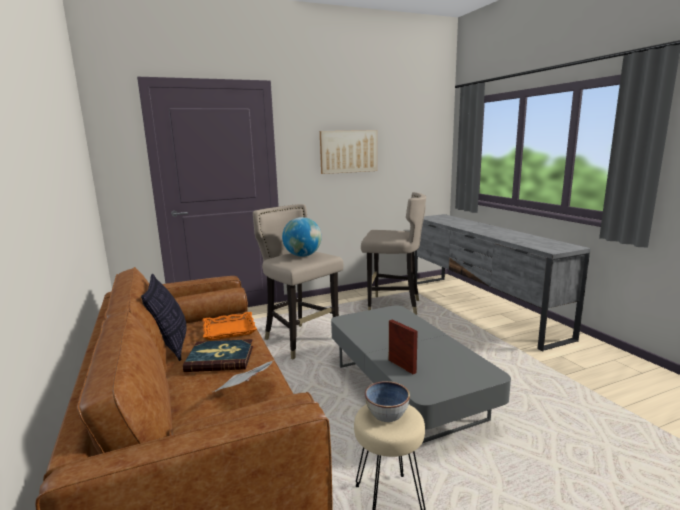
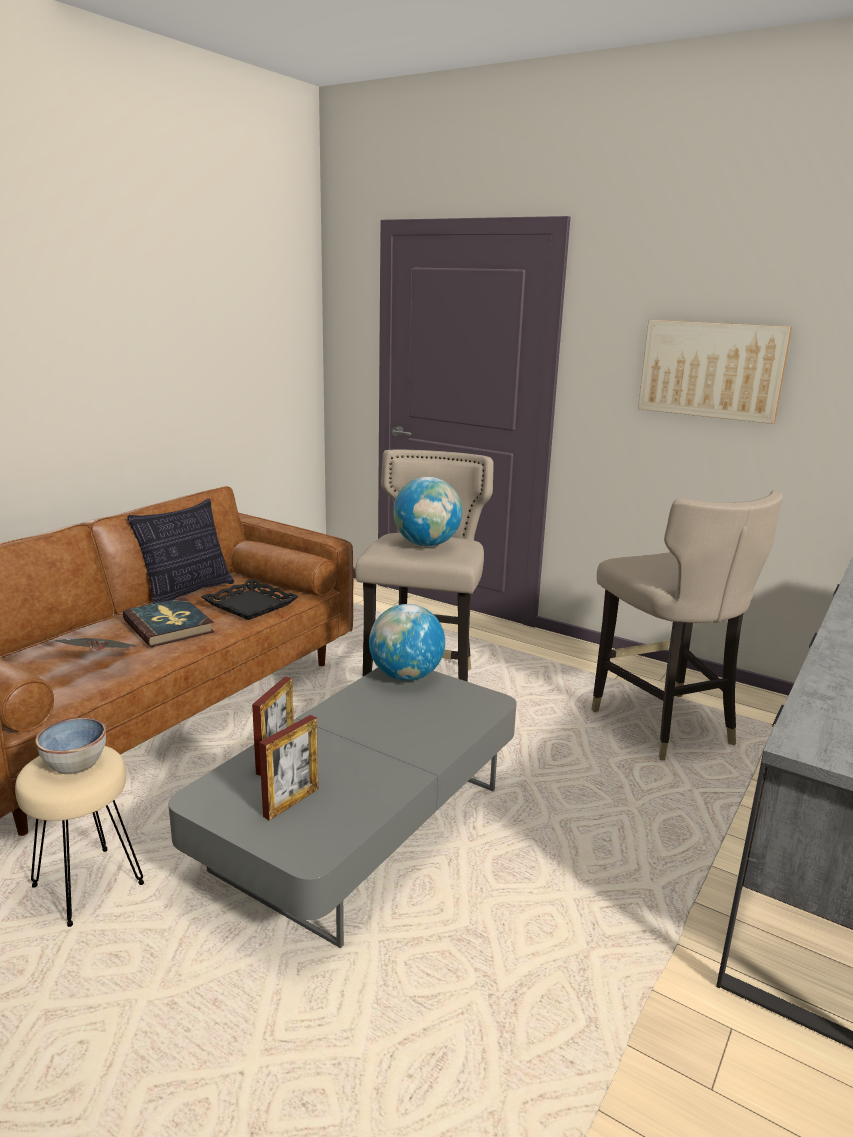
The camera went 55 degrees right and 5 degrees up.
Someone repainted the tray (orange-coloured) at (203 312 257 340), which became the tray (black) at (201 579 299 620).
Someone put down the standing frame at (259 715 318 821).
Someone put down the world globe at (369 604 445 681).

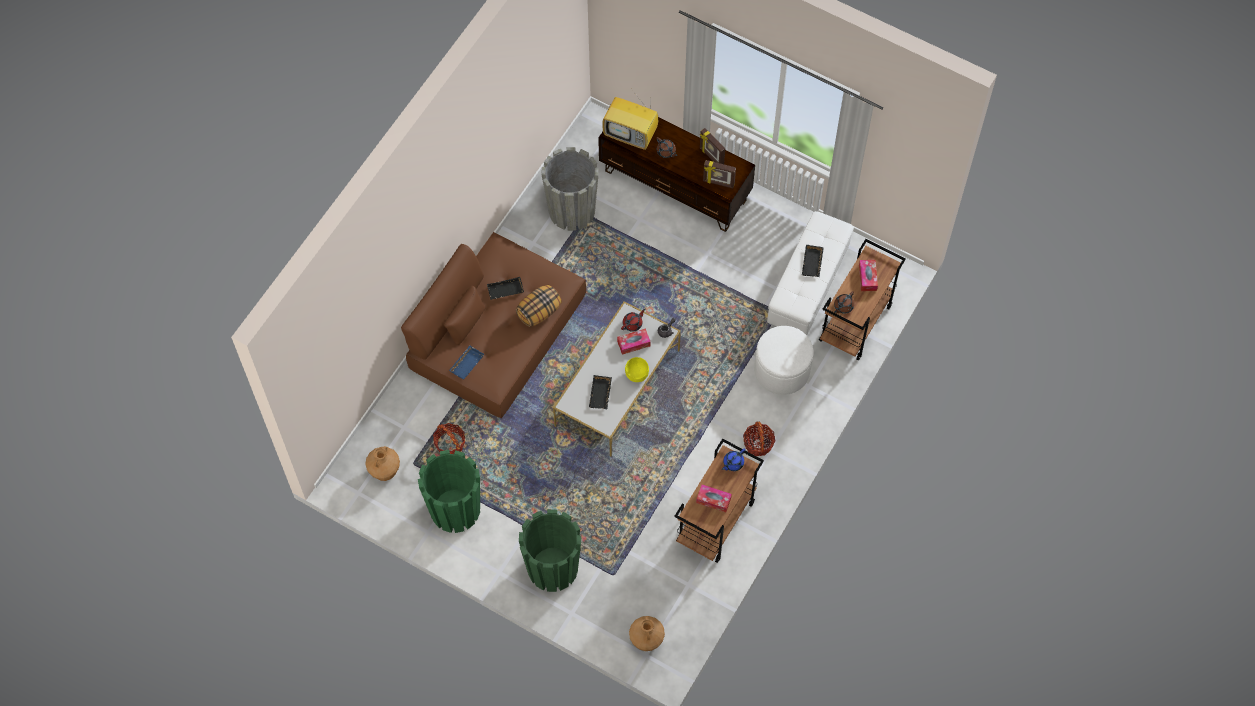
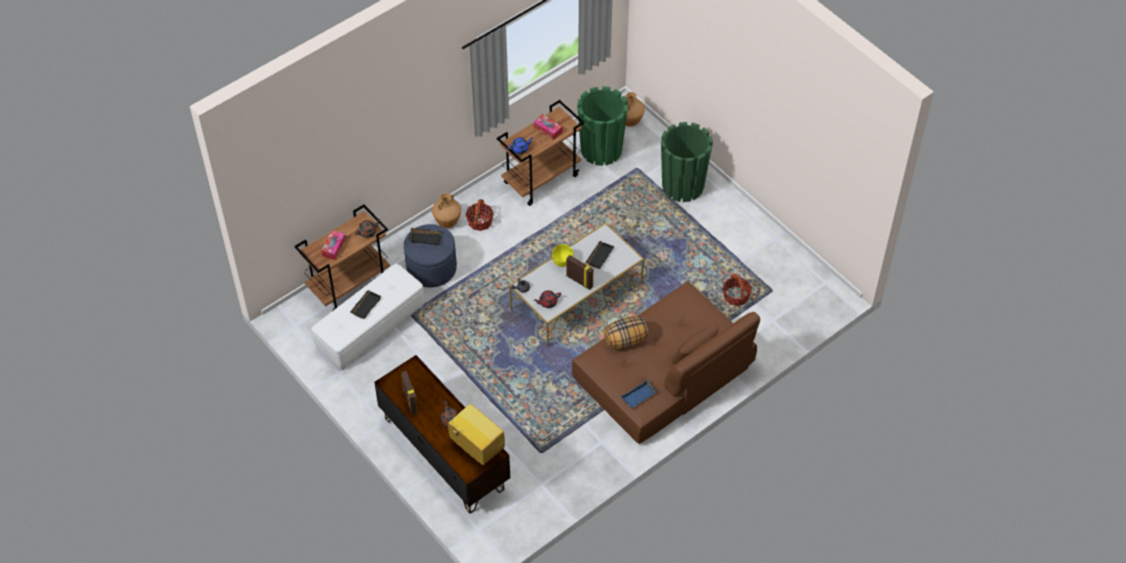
The camera went 160 degrees left and 10 degrees down.
Someone repainted the pouffe (white-coloured) at (754 326 813 395), which became the pouffe (bluish) at (404 224 457 287).
Someone carried the tray (black) from (487 277 524 300) to (409 228 442 245).
Someone carried the vase (brown-coloured) from (365 446 400 481) to (432 193 461 228).
Someone carried the standing frame from (703 160 736 188) to (566 255 594 290).
Someone carried the flower pot (green) from (418 450 480 533) to (577 86 628 166).
Someone carried the tray (bluish) from (449 346 484 380) to (621 380 658 409).
Someone took away the flower pot (grey) at (542 147 599 231).
Someone took away the box of tissues at (617 328 651 355).

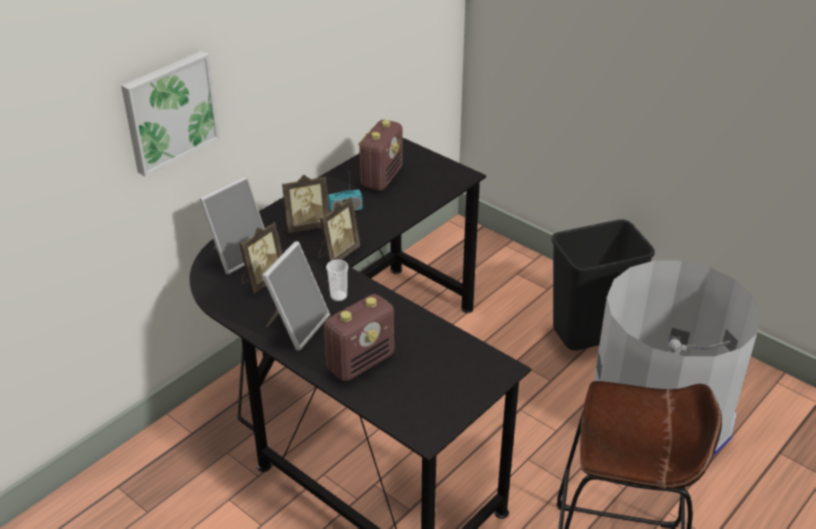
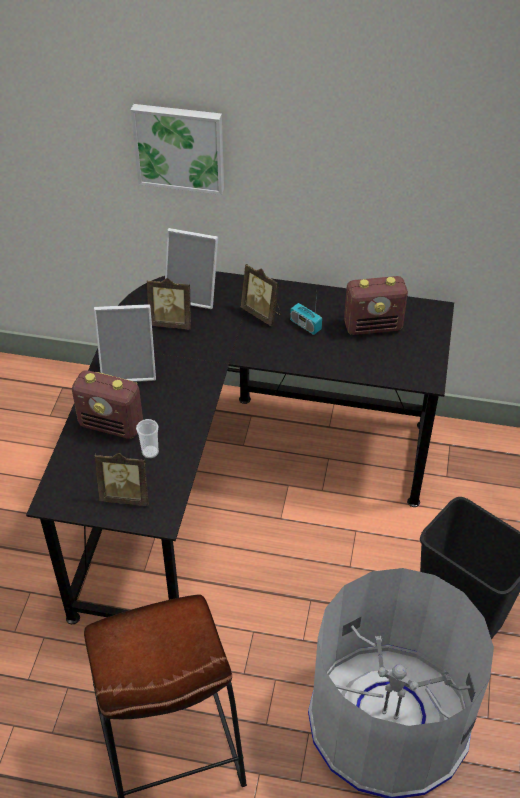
The camera went 60 degrees right and 10 degrees up.
Someone carried the standing frame from (318 197 360 263) to (95 453 148 506).
Someone carried the small cup from (326 259 348 301) to (136 419 159 458).

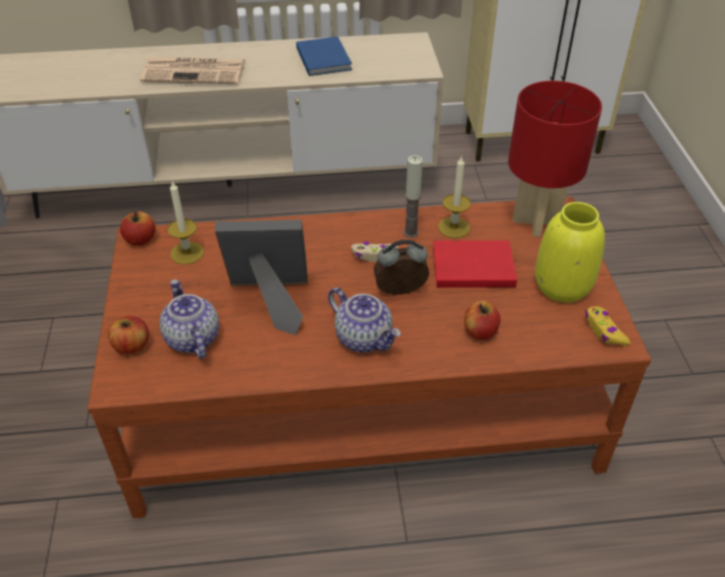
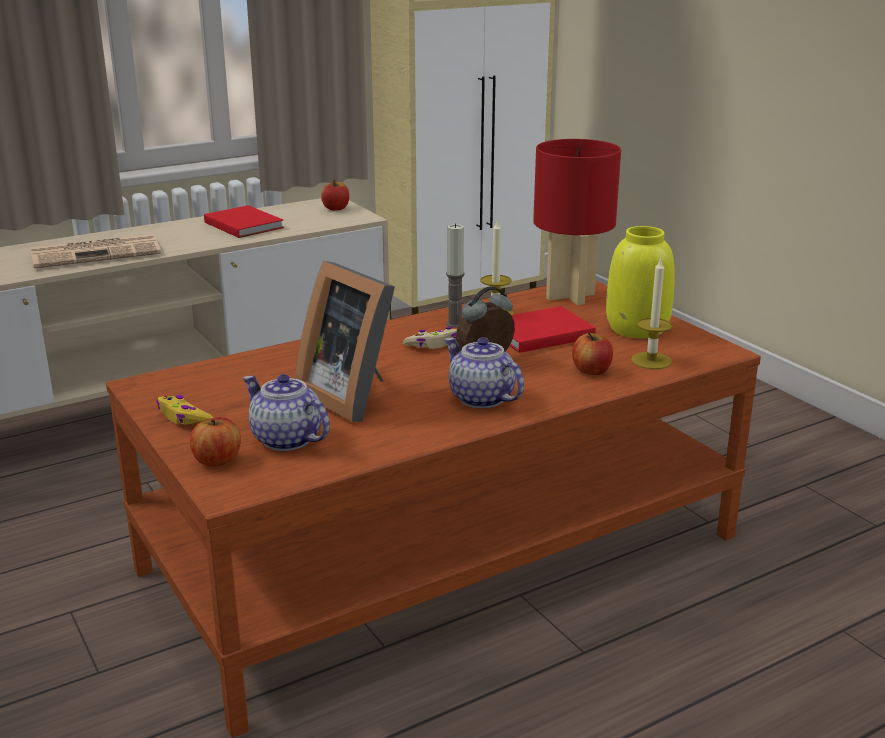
The camera went 25 degrees left and 20 degrees down.
Someone carried the gamepad (yellow) from (585 306 630 346) to (156 395 214 424).
Someone repainted the book (bluish) at (296 36 352 76), which became the book (reddish) at (204 205 284 238).
Someone rotated the standing frame at (215 220 308 335) by 105 degrees counterclockwise.
Someone carried the whole apple from (120 211 155 246) to (321 180 349 211).
Someone rotated the tea pot at (328 287 401 352) by 150 degrees counterclockwise.
Someone carried the wax candle from (167 181 204 265) to (631 258 672 369).

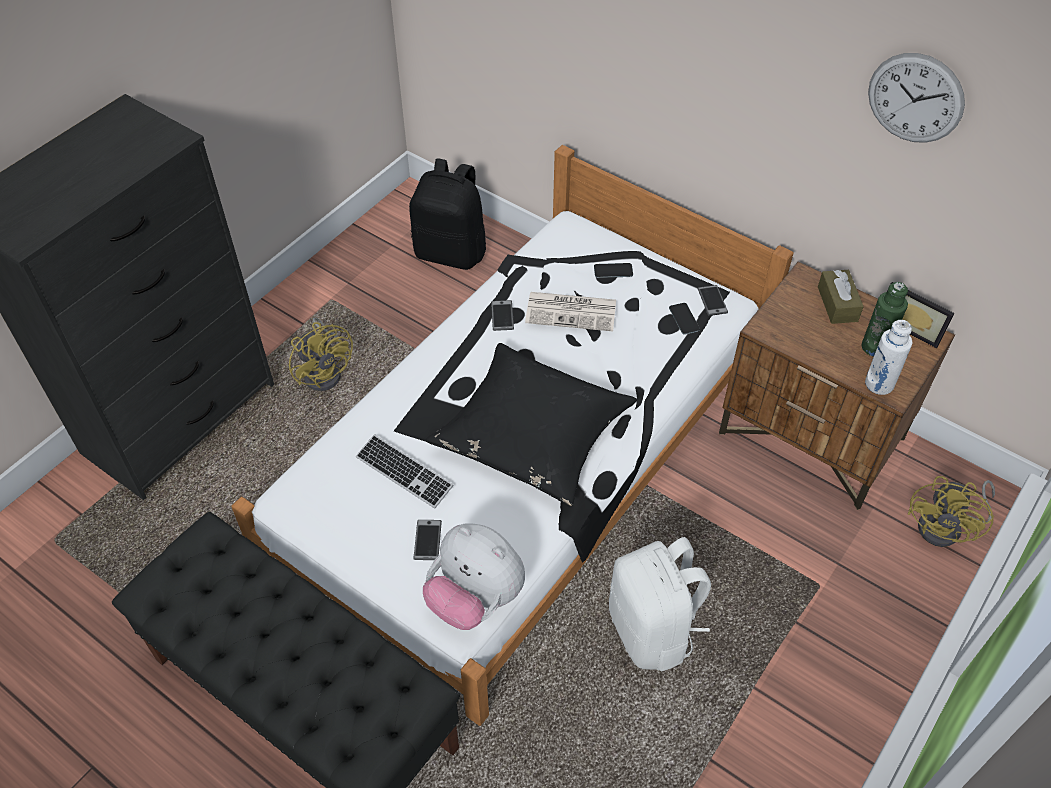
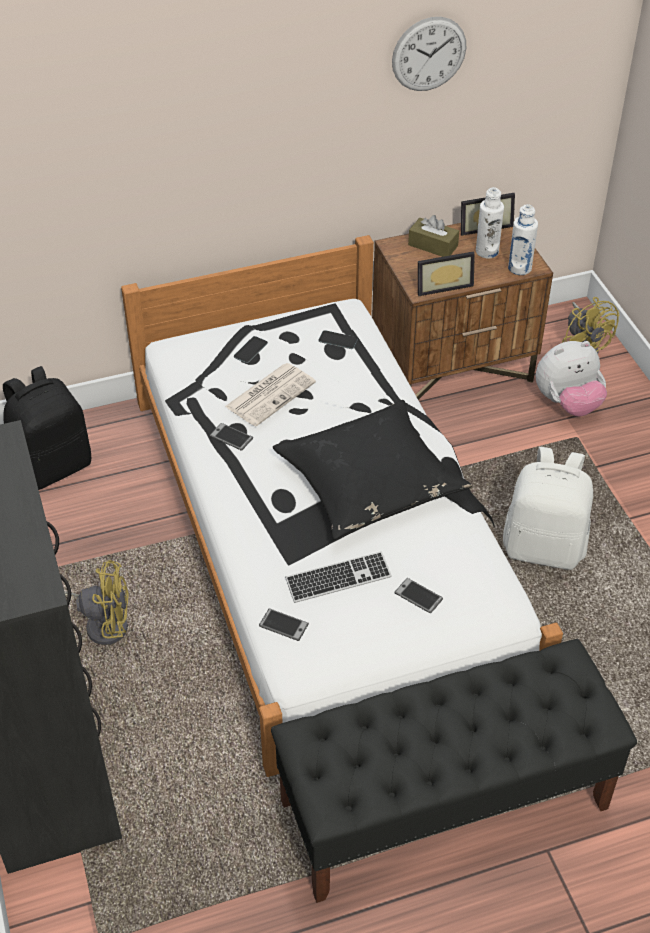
The camera went 55 degrees left and 5 degrees down.
Someone carried the handset from (698 285 728 316) to (259 608 309 641).
Someone put down the standing frame at (418 251 475 296).
Someone repainted the bottle (green) at (862 282 908 357), which became the bottle (white-coloured) at (476 187 504 258).
Someone carried the cuddly toy from (423 523 525 630) to (535 341 607 416).

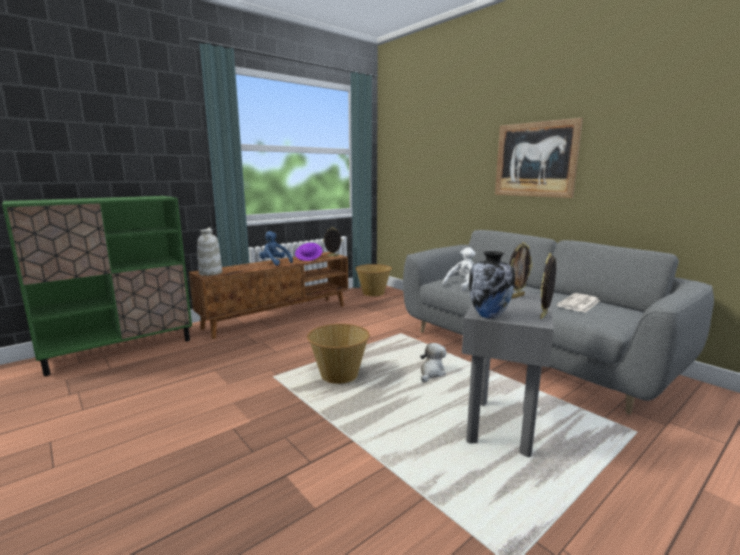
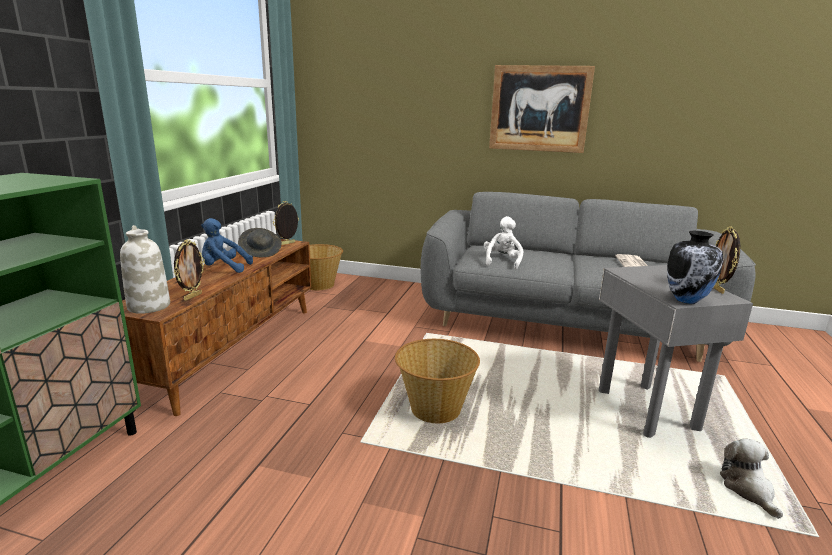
The camera went 35 degrees left and 5 degrees up.
Someone carried the standing frame from (509 242 533 299) to (174 239 205 301).
Someone repainted the hat (purple-coloured) at (295 243 323 261), which became the hat (grey) at (238 228 282 257).
Someone carried the cuddly toy from (420 343 446 382) to (720 439 783 519).

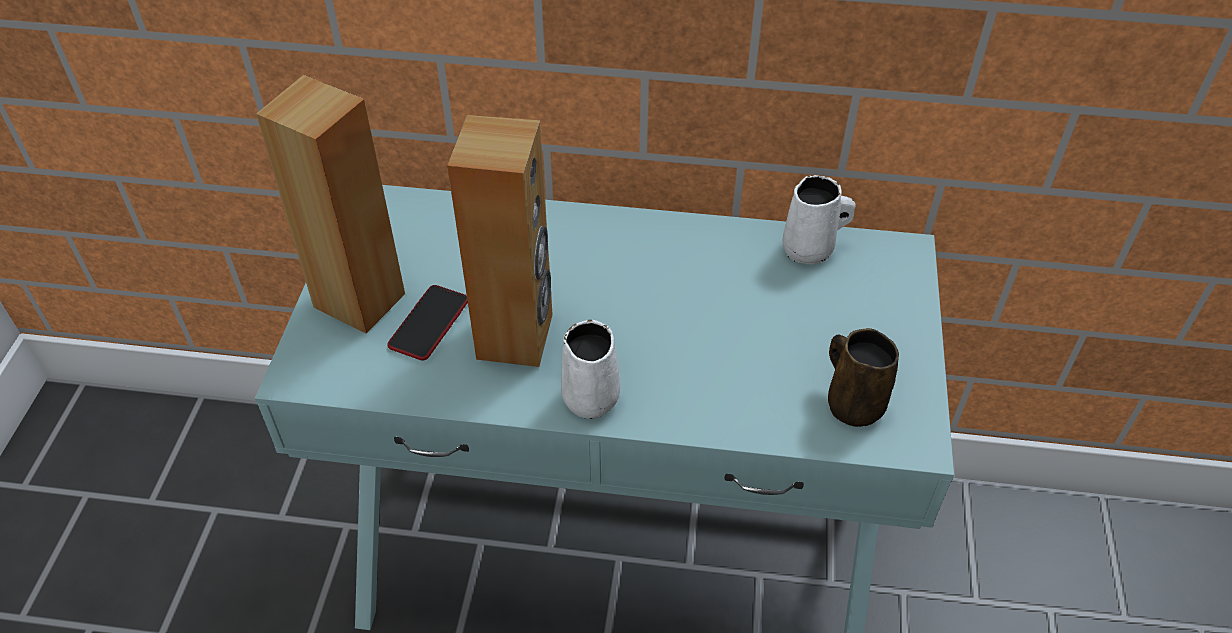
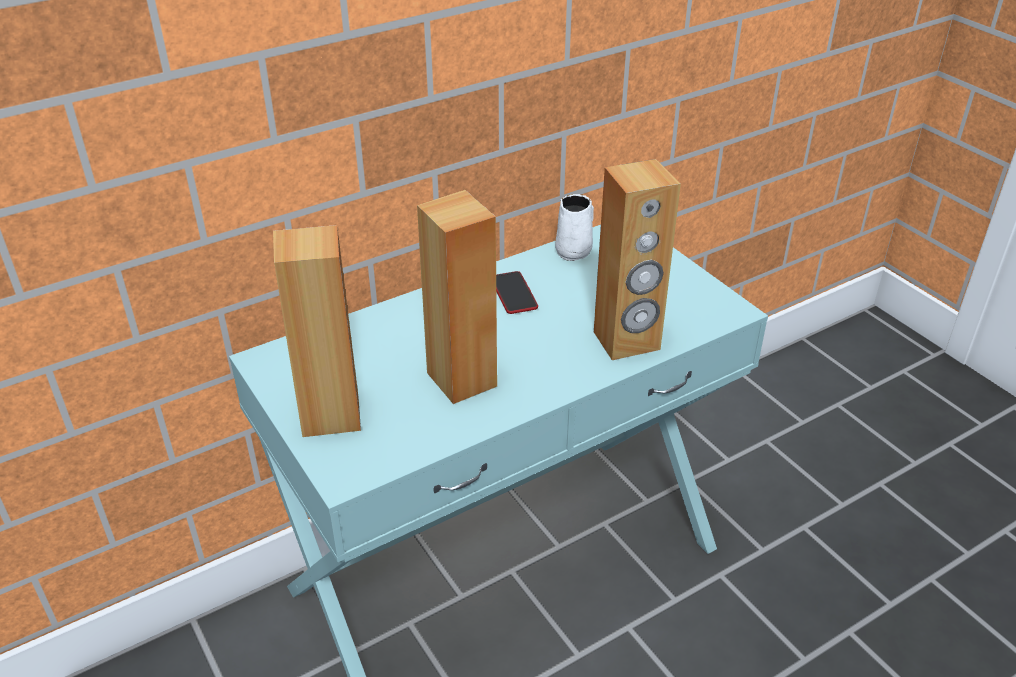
The camera went 40 degrees left and 10 degrees down.
Someone carried the handset from (387 285 468 360) to (496 271 538 314).
Someone put down the audio speaker (brown-coloured) at (594 159 681 360).
Someone took away the coffee mug (white-coloured) at (561 320 620 419).
Someone took away the coffee mug (brown-coloured) at (828 328 899 427).

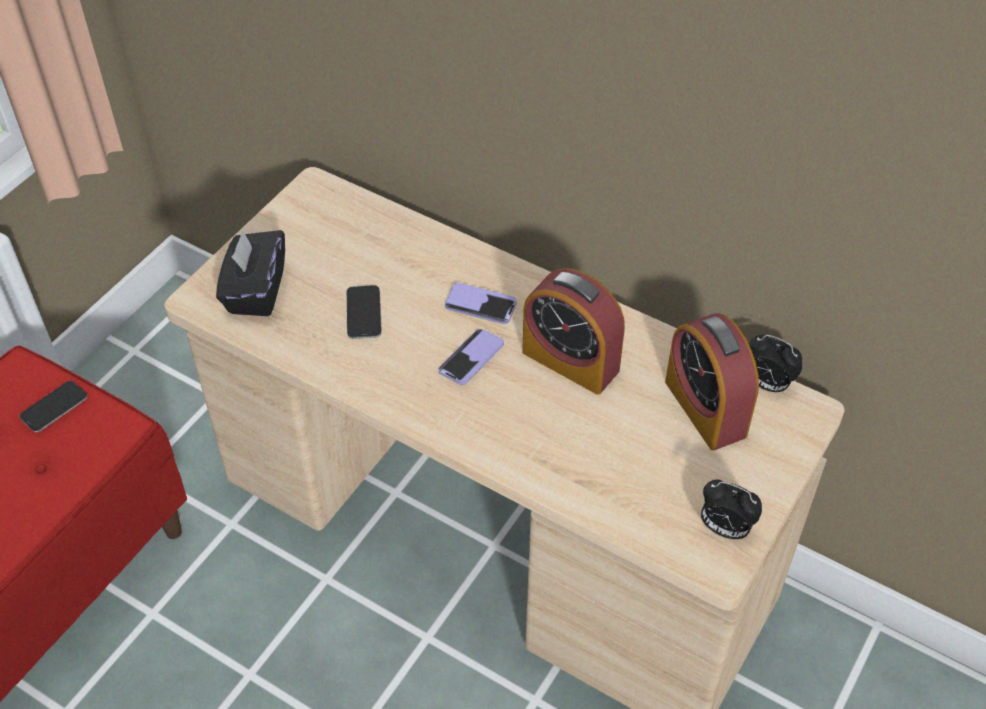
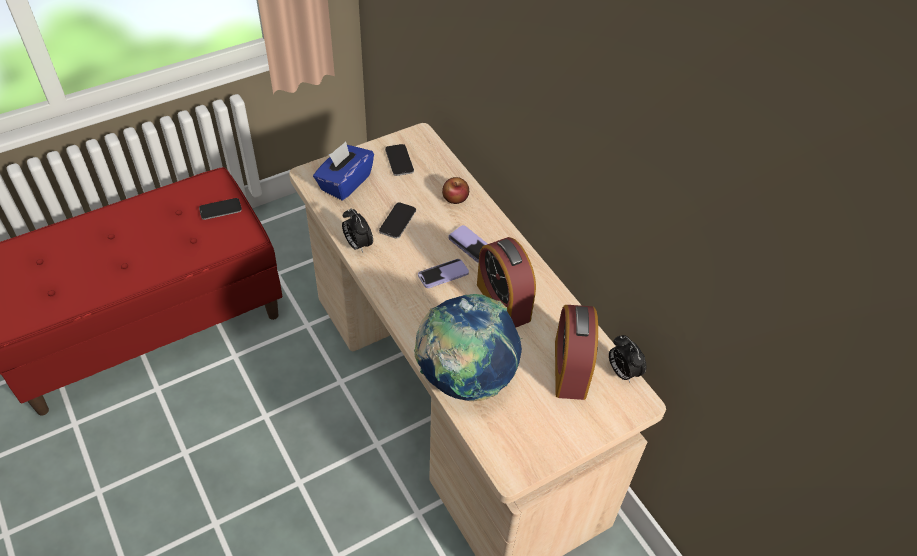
The camera went 25 degrees right and 0 degrees up.
Someone repainted the box of tissues (black) at (216 230 285 316), which became the box of tissues (bluish) at (313 141 374 201).
Someone carried the bedside clock from (701 479 762 539) to (342 208 373 252).
Someone put down the handset at (385 144 414 176).
Someone put down the world globe at (414 294 523 401).
Someone put down the whole apple at (442 177 469 204).

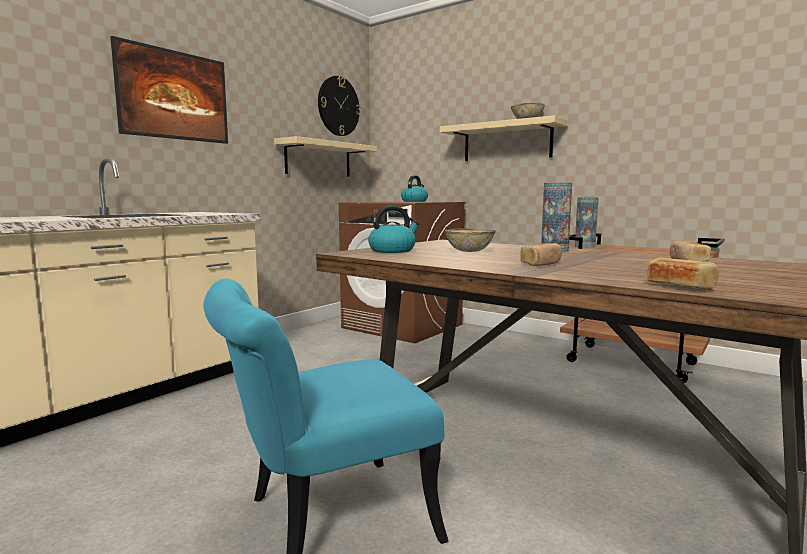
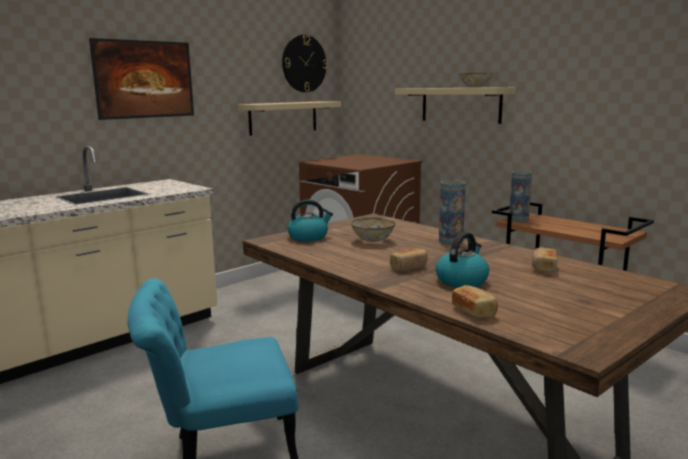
The camera went 10 degrees right and 5 degrees up.
Someone carried the water kettle from (401 175 428 202) to (435 232 489 288).

